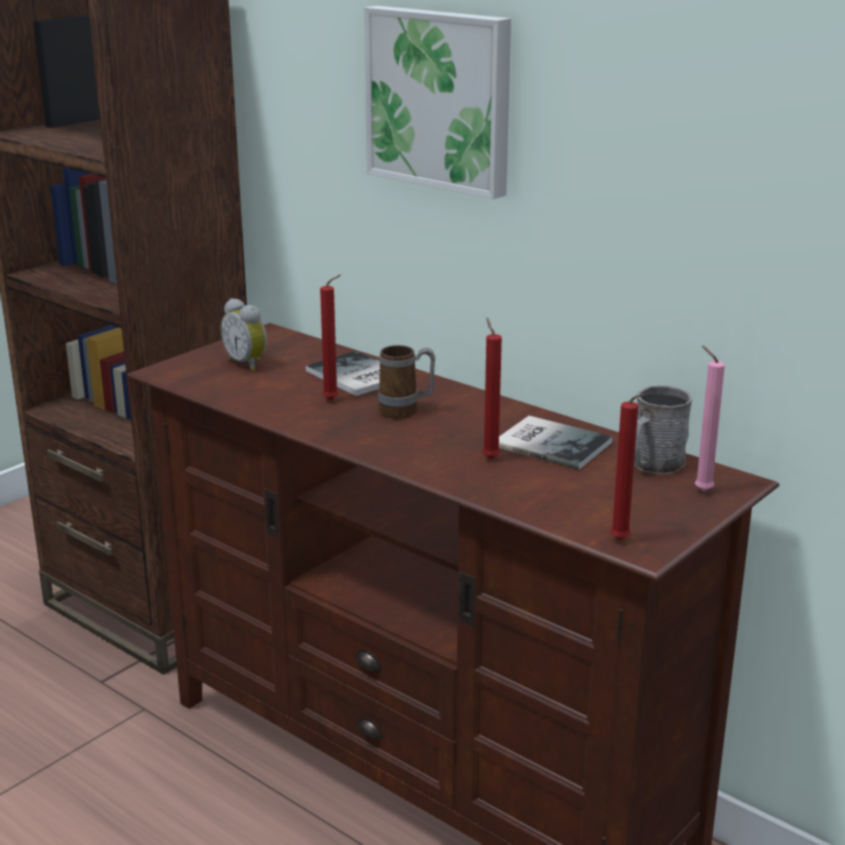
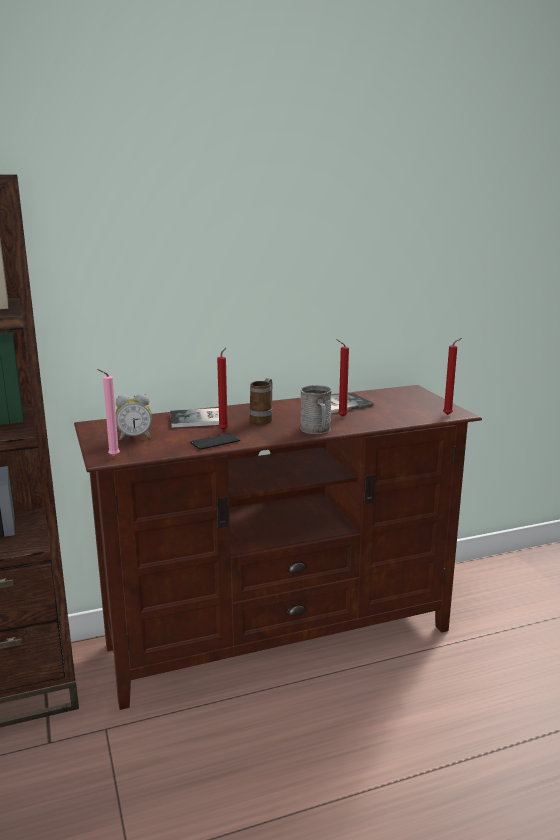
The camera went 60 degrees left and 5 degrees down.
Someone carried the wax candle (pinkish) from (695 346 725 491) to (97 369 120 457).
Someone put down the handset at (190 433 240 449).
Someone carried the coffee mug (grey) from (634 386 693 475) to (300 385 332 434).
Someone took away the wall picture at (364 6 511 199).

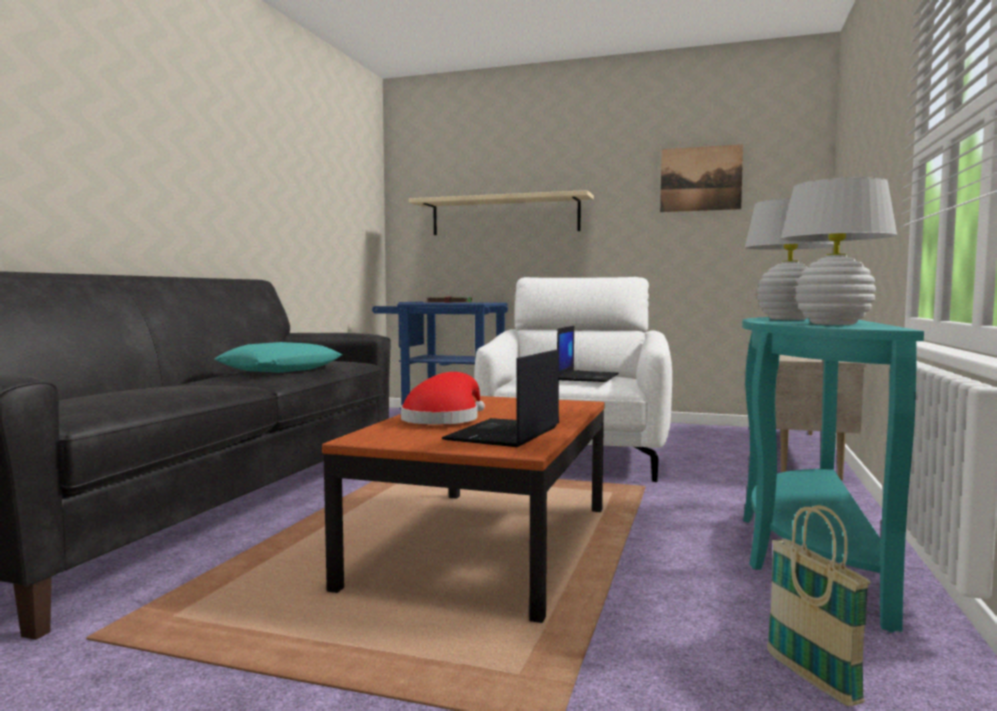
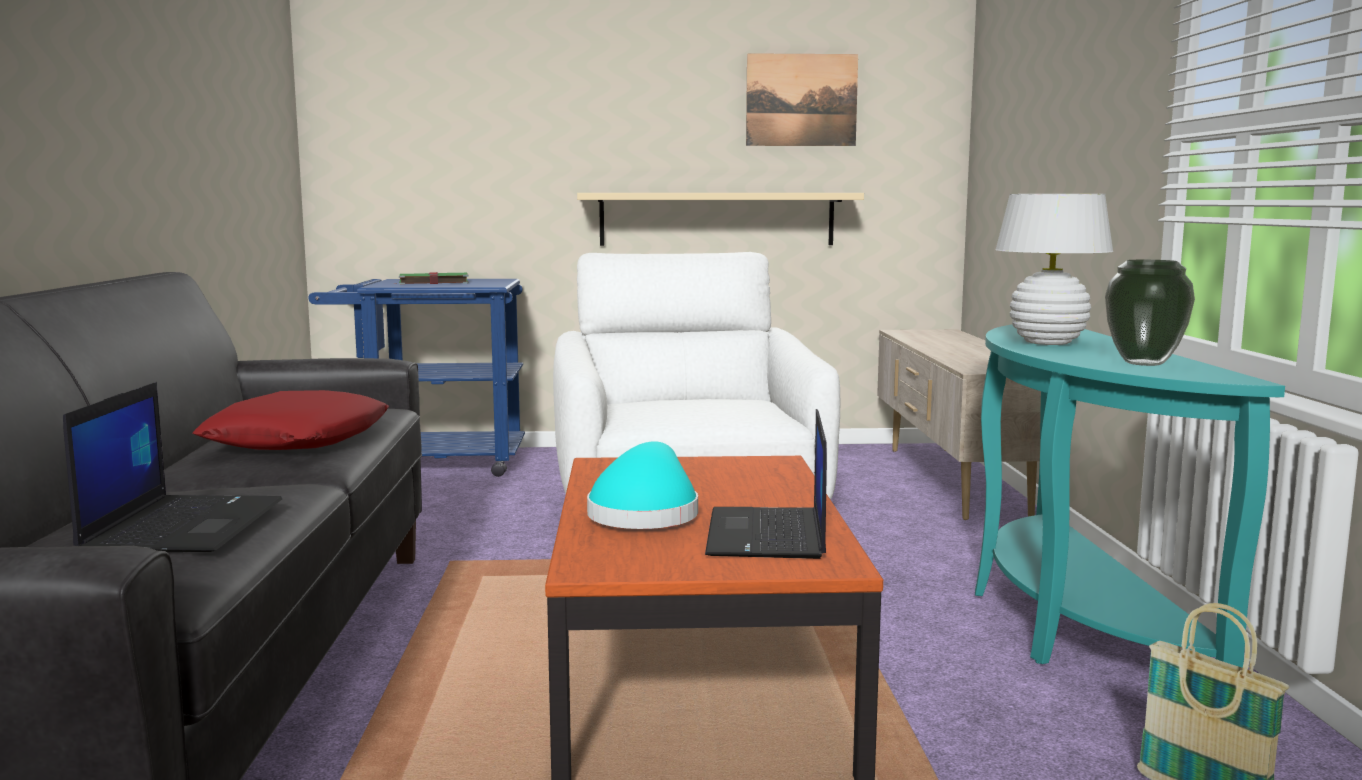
The camera went 20 degrees left and 5 degrees up.
Someone carried the portable computer from (557 326 619 382) to (63 382 282 552).
Someone repainted the cushion (blue-green) at (214 342 342 373), which became the cushion (reddish) at (192 390 389 450).
Someone carried the shelf (sand-coloured) from (409 190 594 235) to (577 193 864 246).
Someone repainted the hat (reddish) at (401 372 485 425), which became the hat (blue-green) at (587 441 698 529).
Someone swapped the tabletop lamp (white-coloured) at (781 177 897 325) for the vase at (1105 260 1195 366).

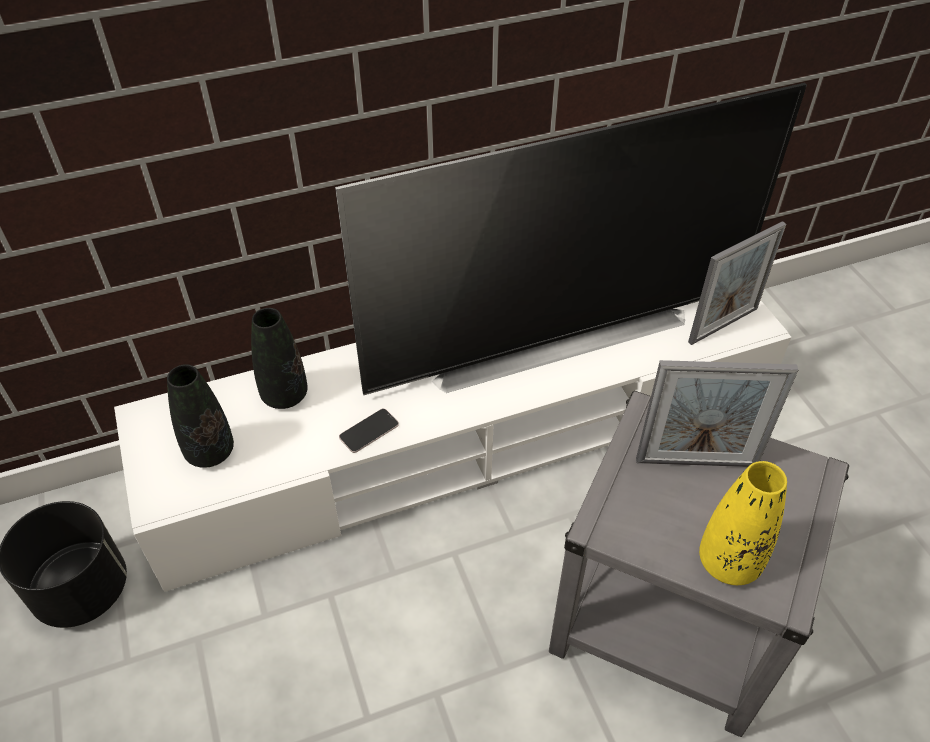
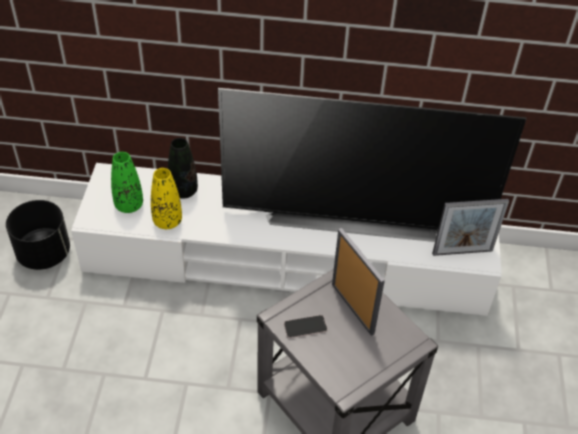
The camera went 25 degrees right and 0 degrees up.
Someone repainted the vase (black) at (167 364 234 468), which became the vase (green) at (111 152 143 213).
Someone carried the vase (yellow) from (699 461 787 585) to (151 168 182 229).
Someone carried the handset from (339 408 399 453) to (284 315 327 338).
Someone rotated the standing frame at (636 360 798 467) by 150 degrees counterclockwise.

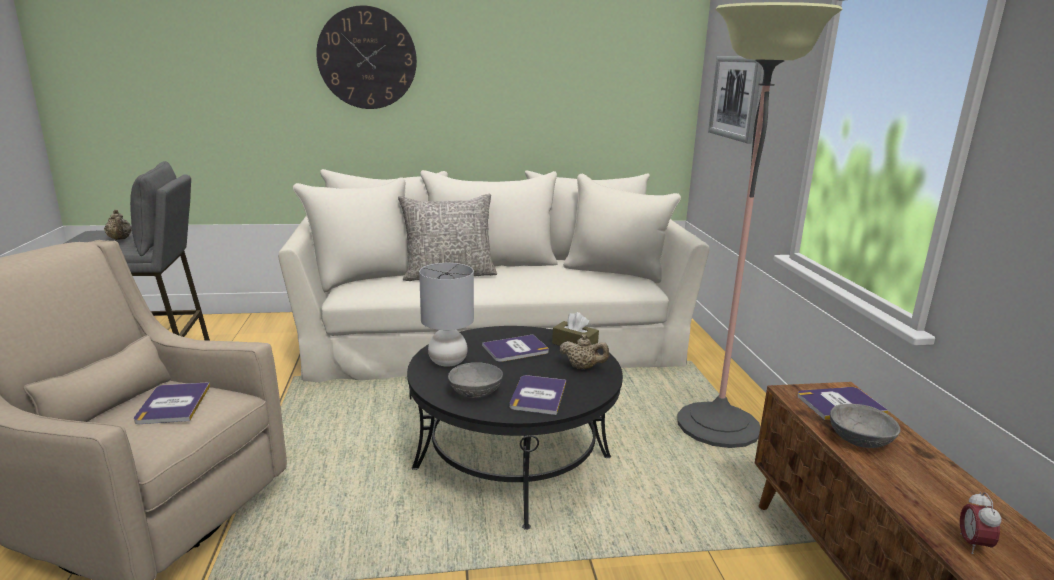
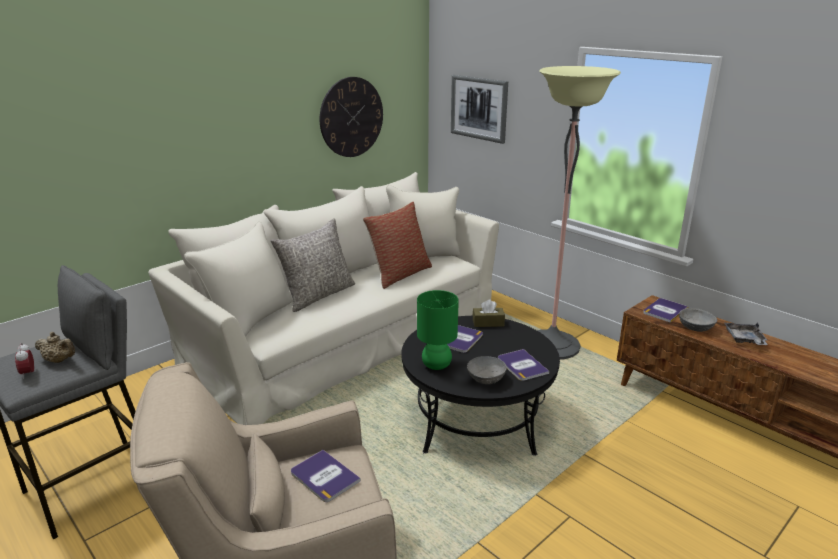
The camera went 35 degrees left and 5 degrees up.
Someone carried the bedside clock from (960 492 1002 554) to (15 343 34 379).
Someone carried the clock on the wall from (316 5 417 109) to (320 77 383 157).
Someone put down the cushion at (363 202 432 289).
Someone repainted the tabletop lamp (grey) at (419 263 474 367), which became the tabletop lamp (green) at (417 290 459 370).
Someone put down the tray (grey) at (725 323 768 345).
Someone took away the tea pot (sand-coloured) at (559 334 609 369).

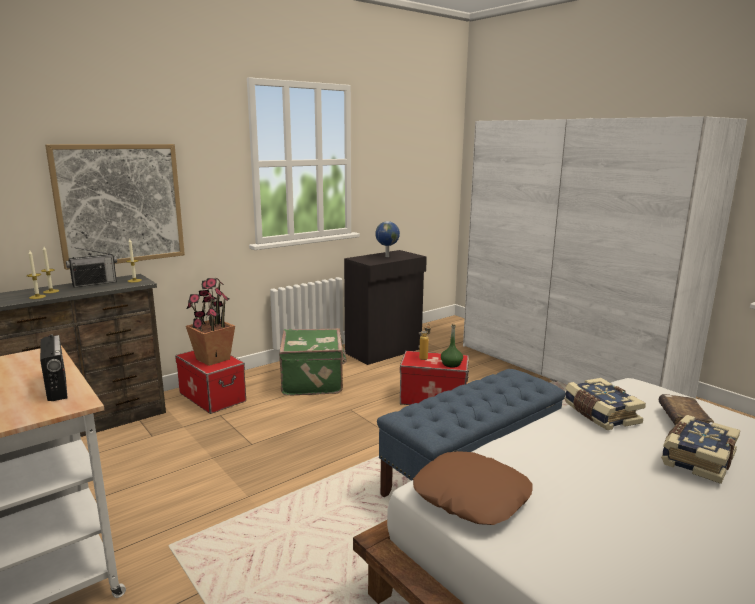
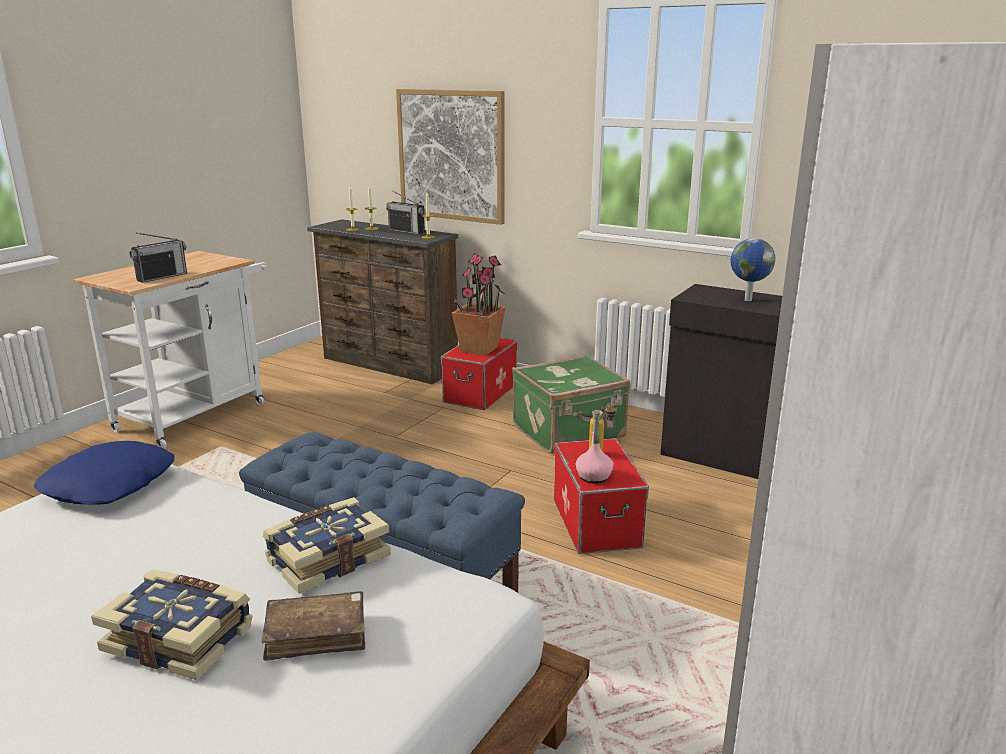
The camera went 70 degrees right and 5 degrees up.
Someone repainted the cushion (brown-coloured) at (413 451 533 525), which became the cushion (bluish) at (34 441 175 505).
Someone repainted the bottle (green) at (441 323 463 368), which became the bottle (pinkish) at (576 411 613 484).

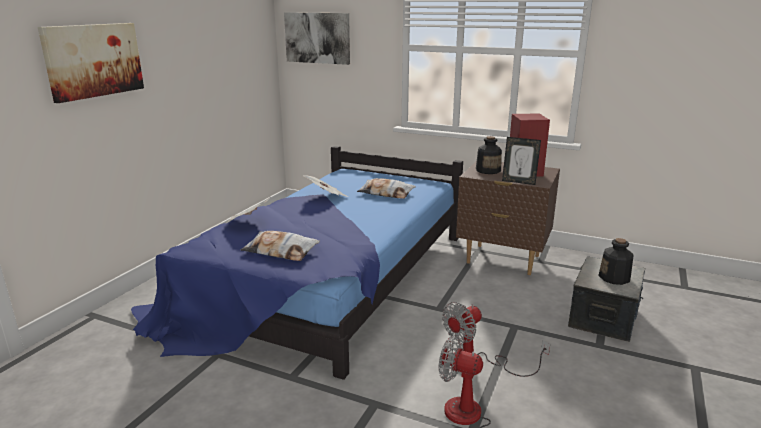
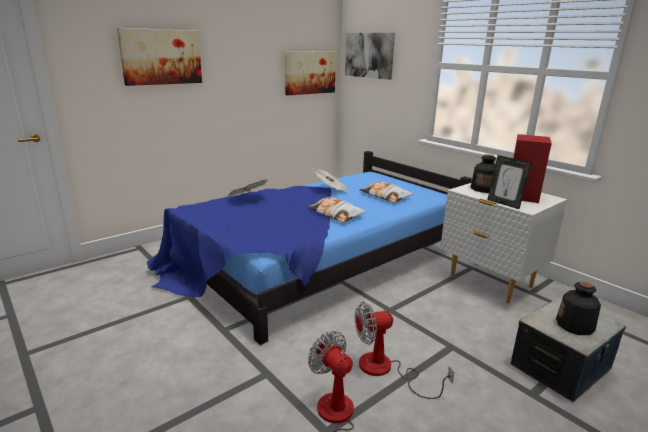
The camera went 25 degrees right and 0 degrees up.
Someone put up the wall picture at (285 51 336 95).
Someone carried the cushion from (241 231 320 261) to (306 197 366 223).
Someone repainted the night table (brown-coloured) at (456 161 560 275), which became the night table (white-coloured) at (440 183 567 303).

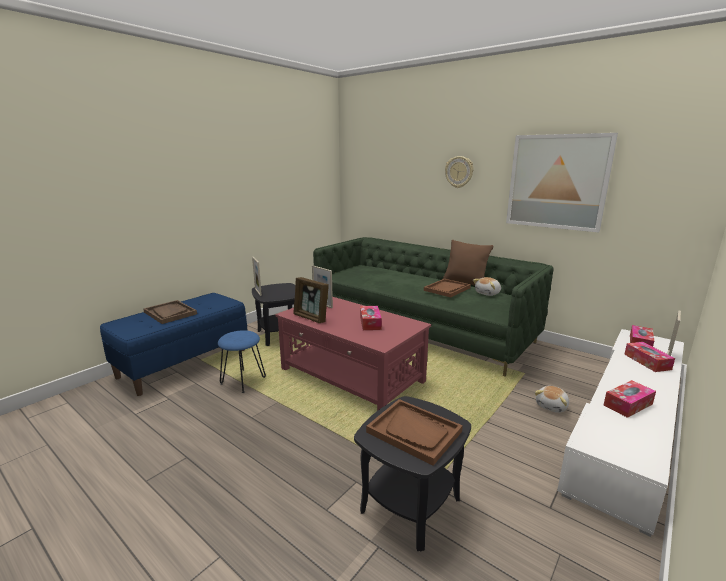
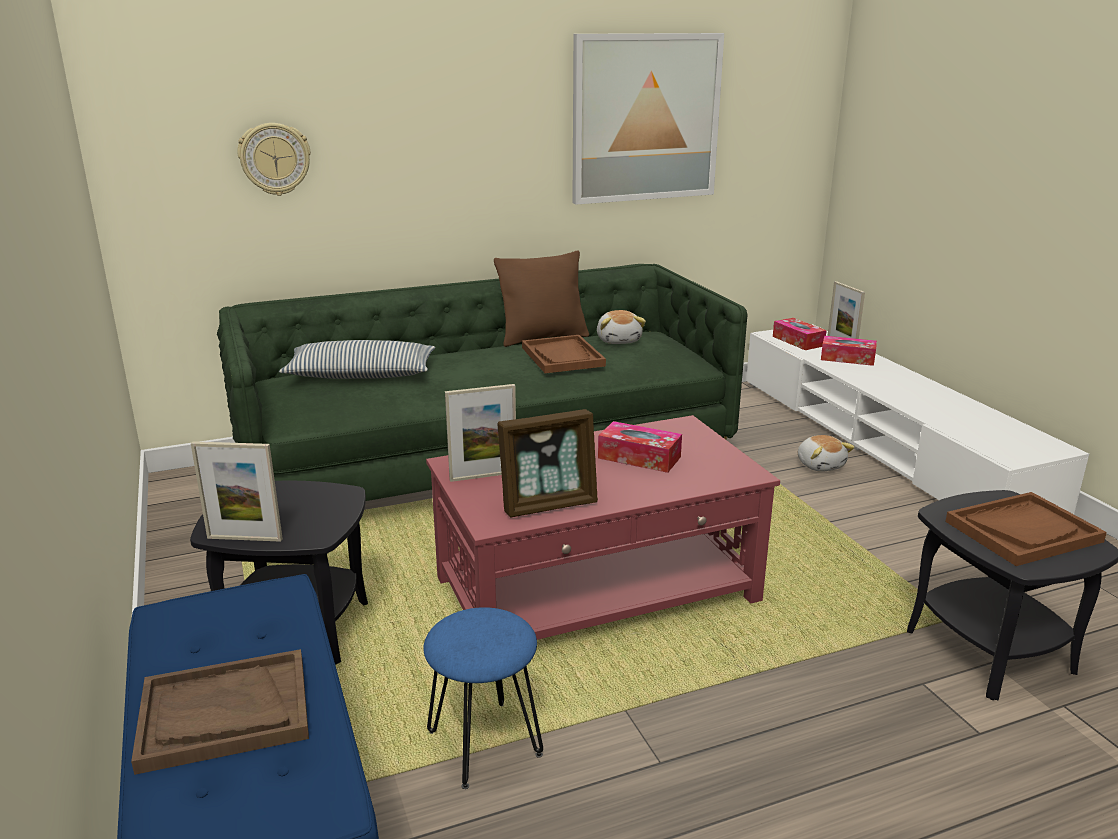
The camera went 60 degrees left and 5 degrees up.
Someone carried the clock on the wall from (445 156 474 188) to (237 123 311 196).
Someone put down the cushion at (279 340 435 379).
Someone took away the box of tissues at (604 380 656 418).

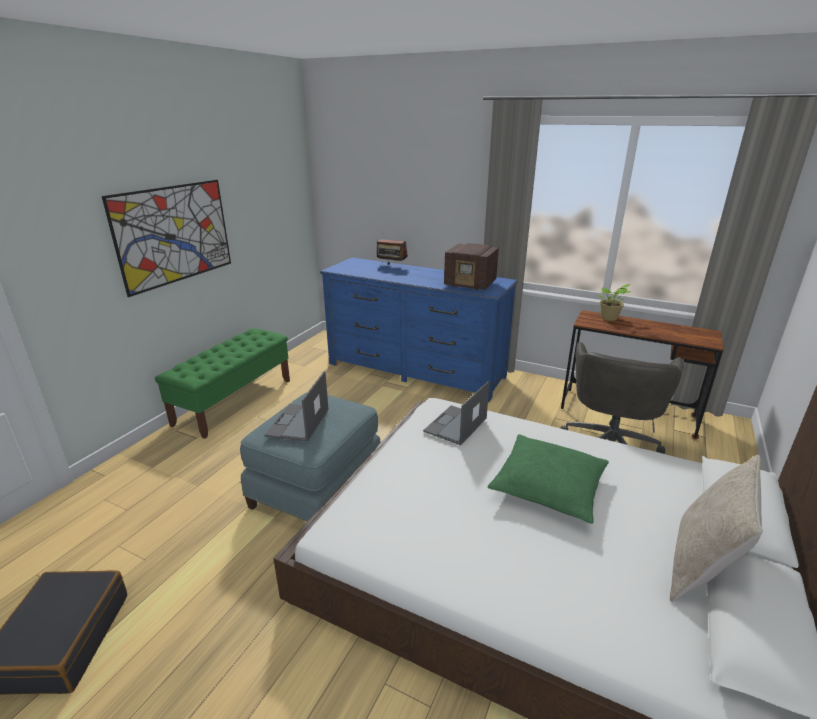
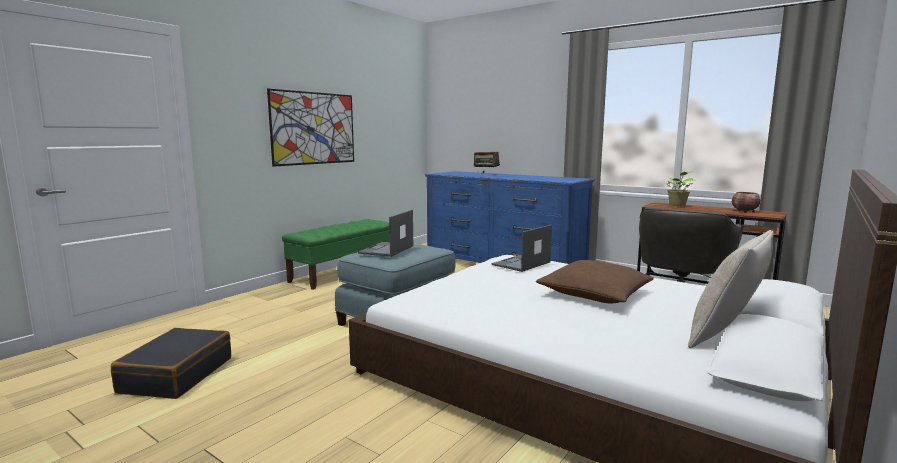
The camera went 10 degrees right and 15 degrees down.
Someone repainted the cushion (green) at (487 434 609 524), which became the cushion (brown-coloured) at (536 260 654 303).
Someone put down the serving bowl at (732 192 760 213).
Someone took away the radio receiver at (444 243 499 291).

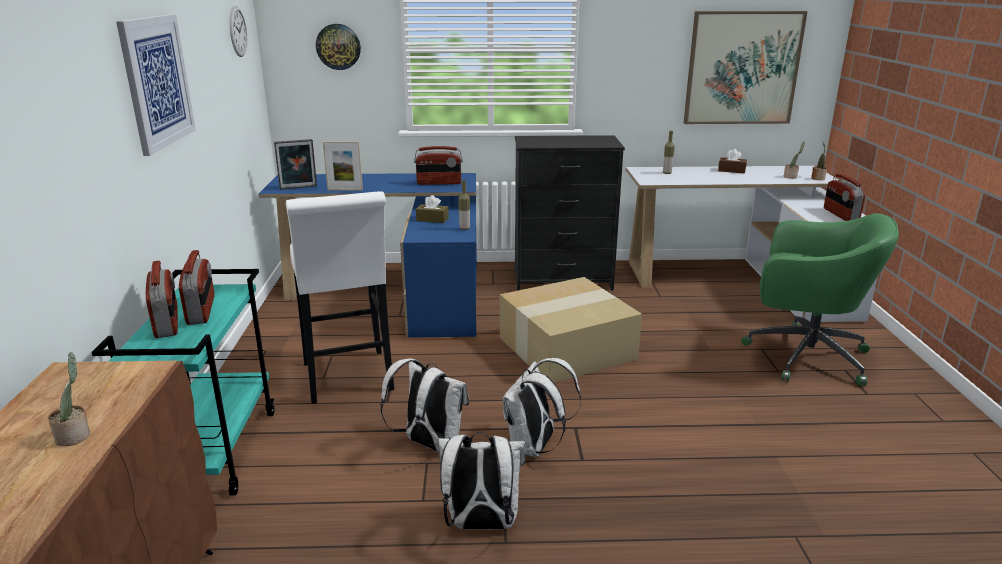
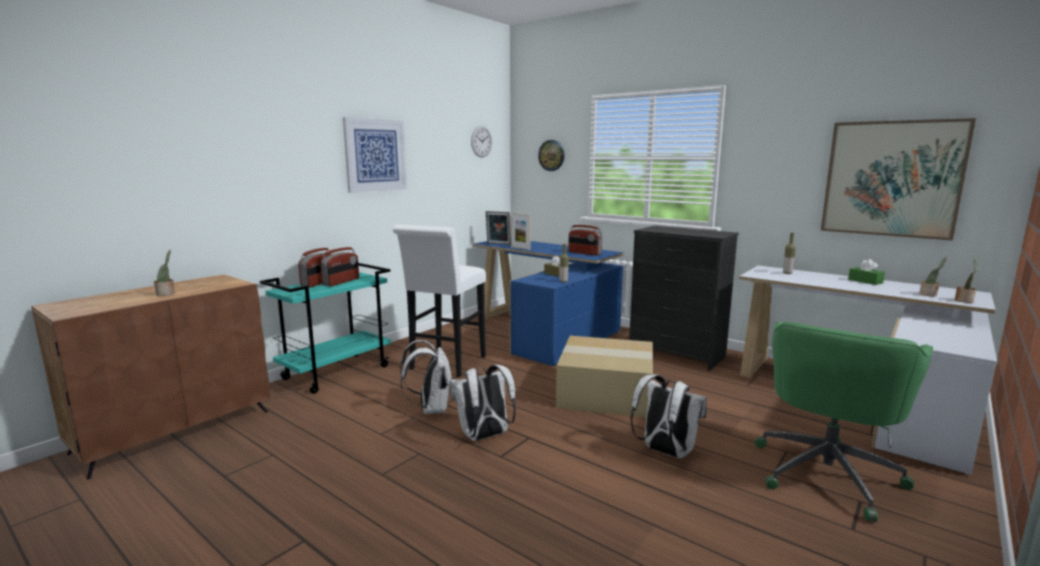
The camera went 40 degrees right and 10 degrees down.
Someone carried the backpack (white-coloured) from (438 432 525 530) to (631 374 707 458).
Someone rotated the office chair (green) at (741 213 899 386) by 60 degrees clockwise.
Someone repainted the box of tissues (brown-coloured) at (718 149 747 173), which became the box of tissues (green) at (848 259 885 285).
Someone took away the radio receiver at (824 174 865 221).

